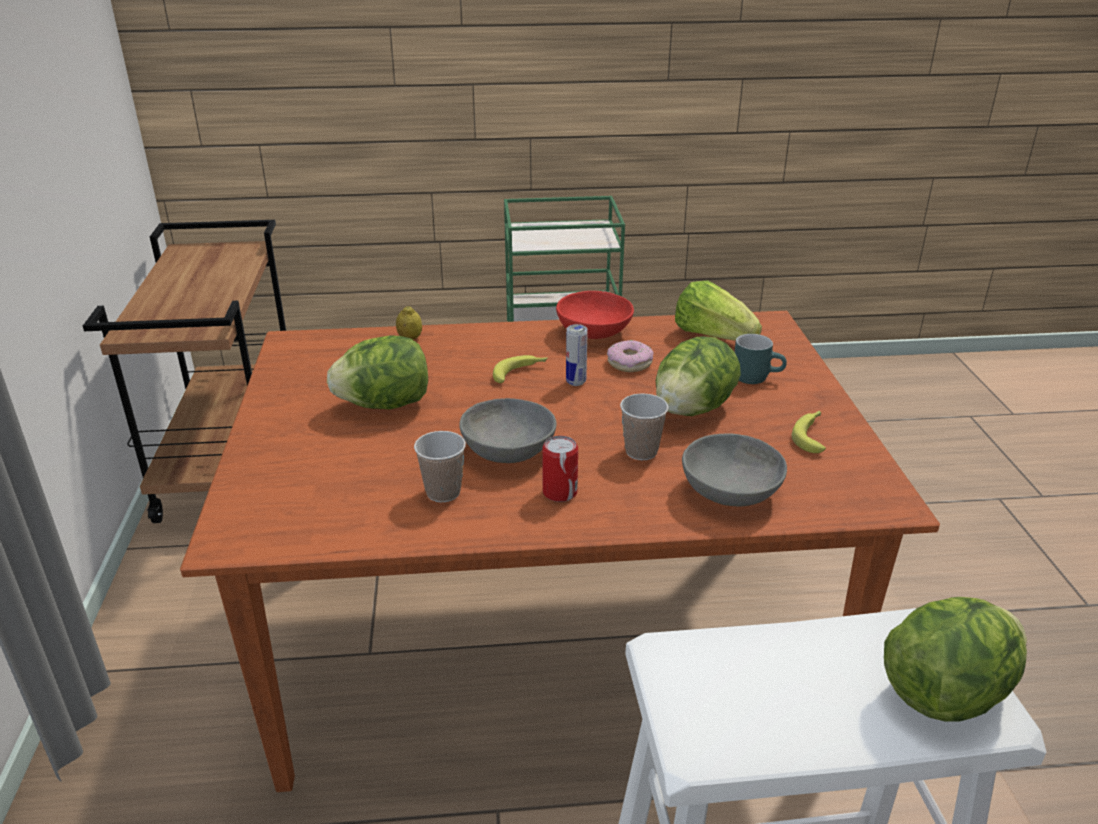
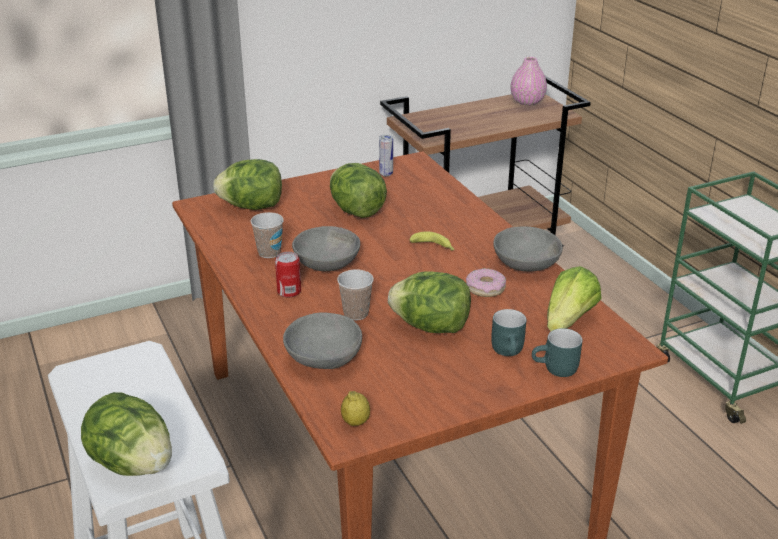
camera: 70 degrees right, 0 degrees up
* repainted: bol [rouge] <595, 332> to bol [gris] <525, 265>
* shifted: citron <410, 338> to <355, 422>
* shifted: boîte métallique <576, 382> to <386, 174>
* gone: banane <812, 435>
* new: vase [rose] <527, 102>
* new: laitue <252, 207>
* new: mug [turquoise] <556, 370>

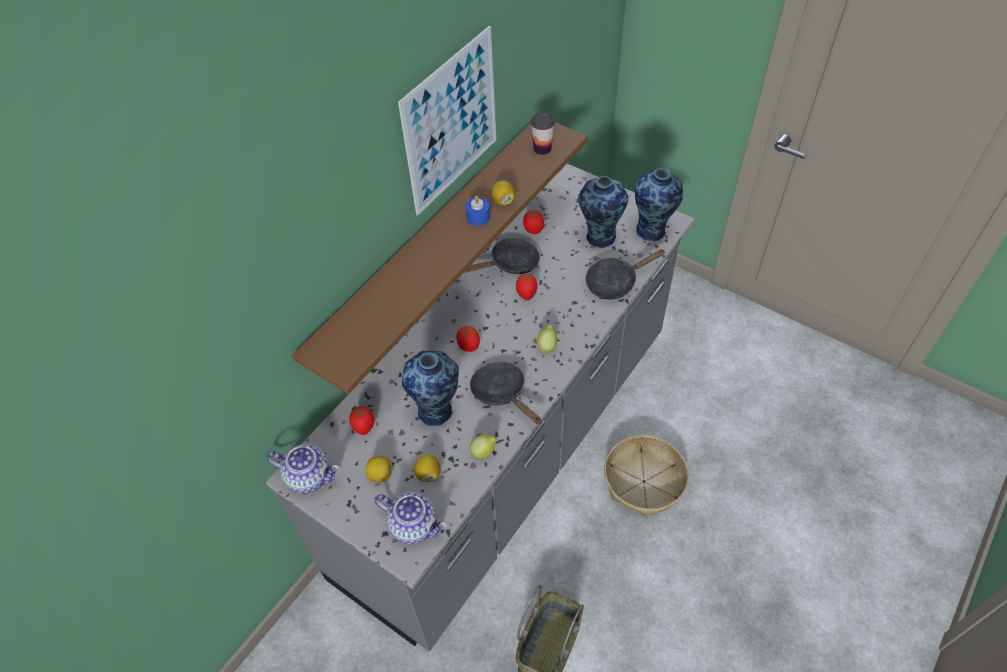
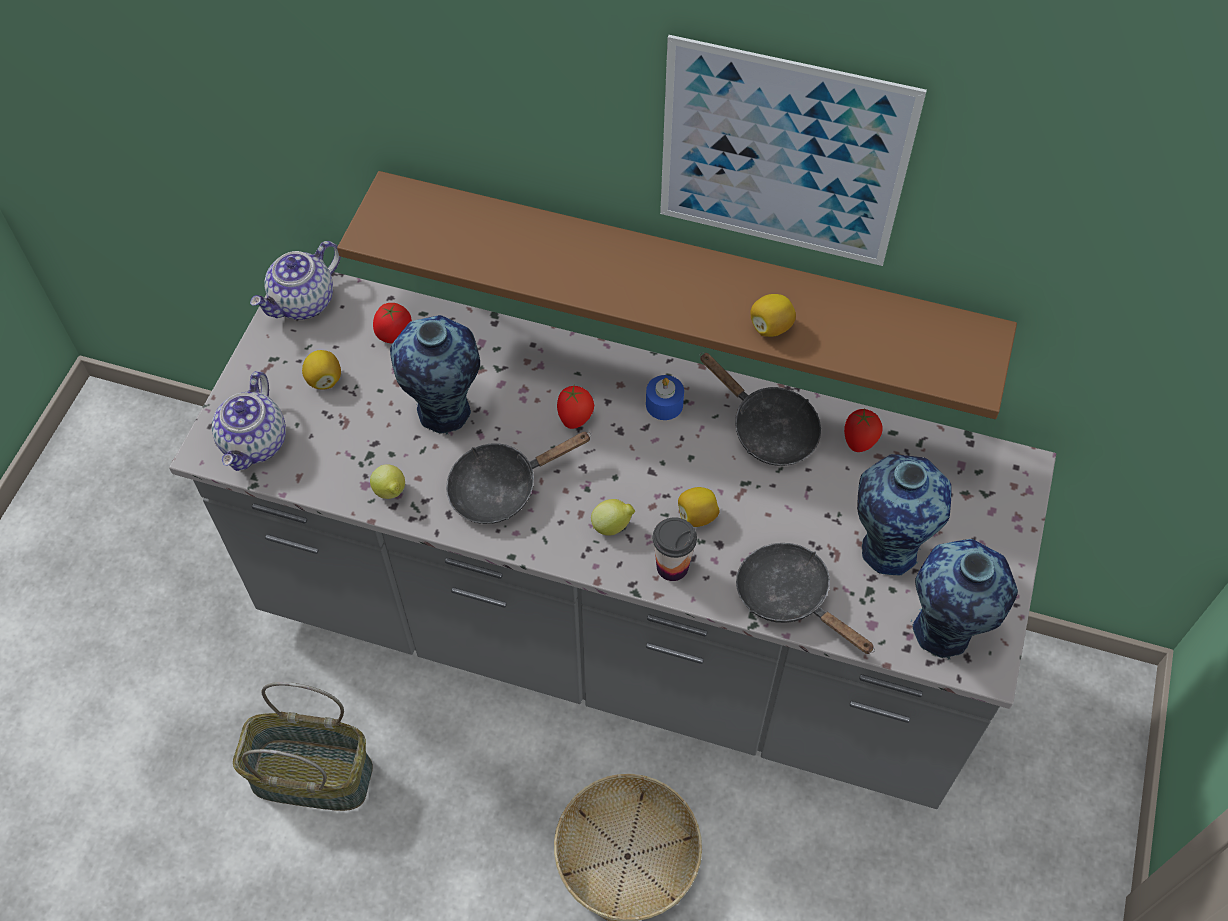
camera: 70 degrees right, 5 degrees up
* shifted: tasse <542, 148> to <672, 566>
* shifted: bougie [bleu] <478, 217> to <664, 404>
* gone: tomate <526, 294>
* rotated: poêle [noir] <502, 393> = <502, 487> 150 degrees counterclockwise
* rotated: théière <310, 476> = <303, 302> 45 degrees clockwise
* shifted: citron <428, 474> to <697, 516>

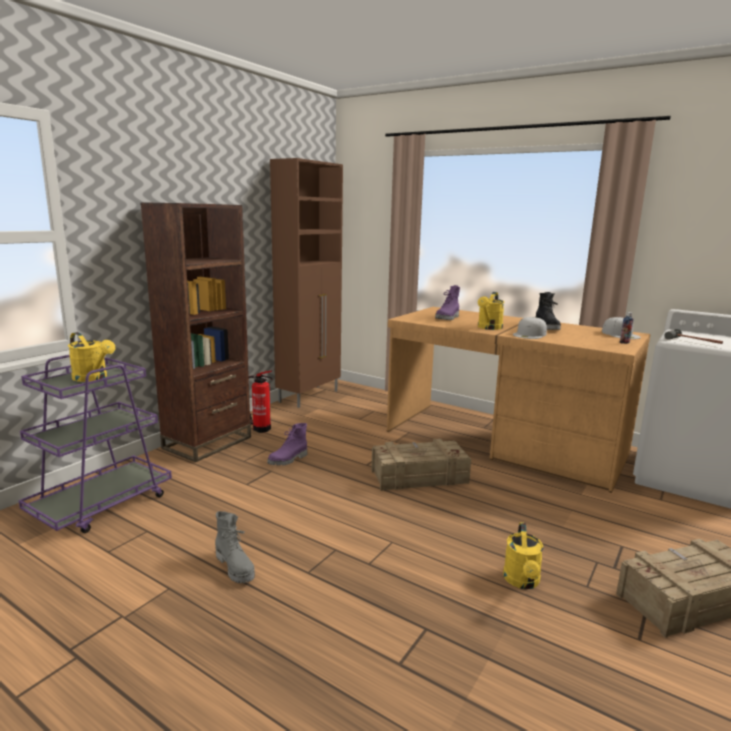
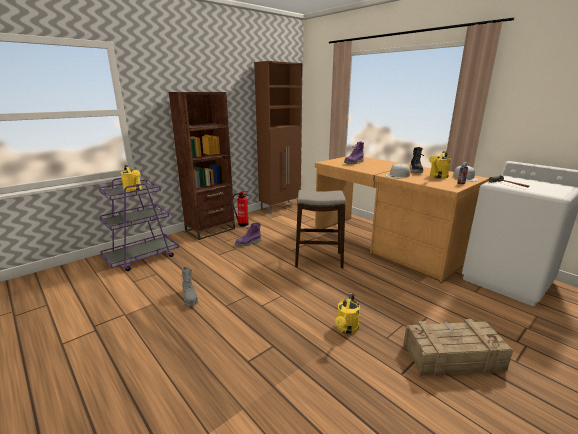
camera: 15 degrees right, 5 degrees up
* shifted: arrosoir [jaune] <488, 328> to <437, 177>
* swapped: caisse <418, 476> to tabouret <318, 260>

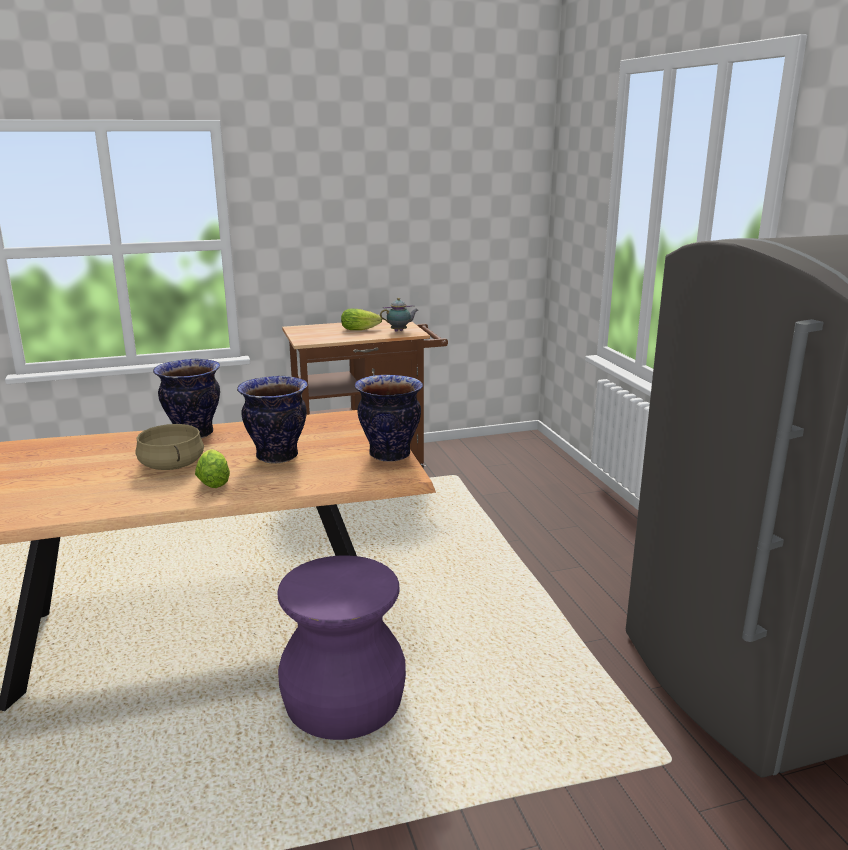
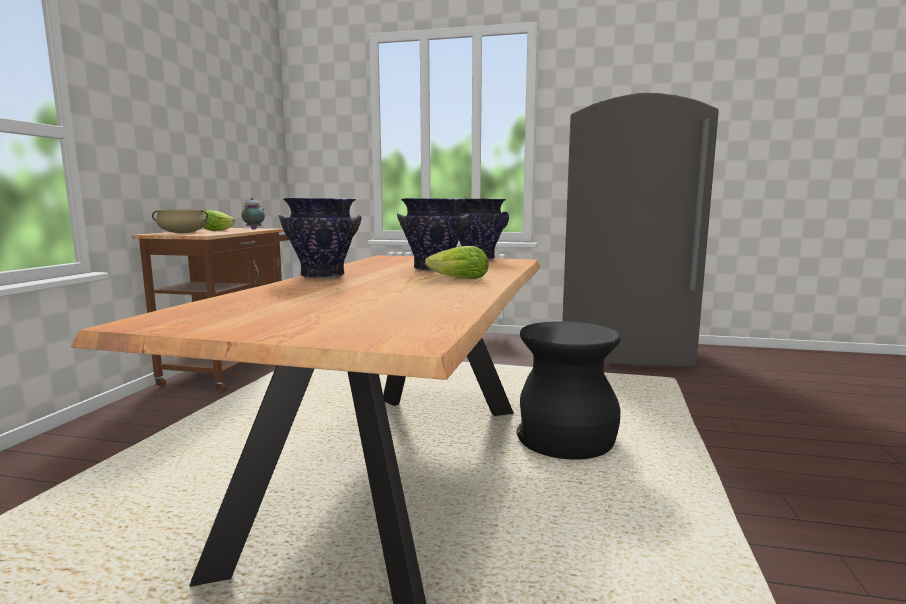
camera: 60 degrees left, 10 degrees down
* shifted: marmite [beige] <171, 465> to <182, 233>
* repainted: tabouret [violet] <343, 702> to tabouret [noir] <566, 439>

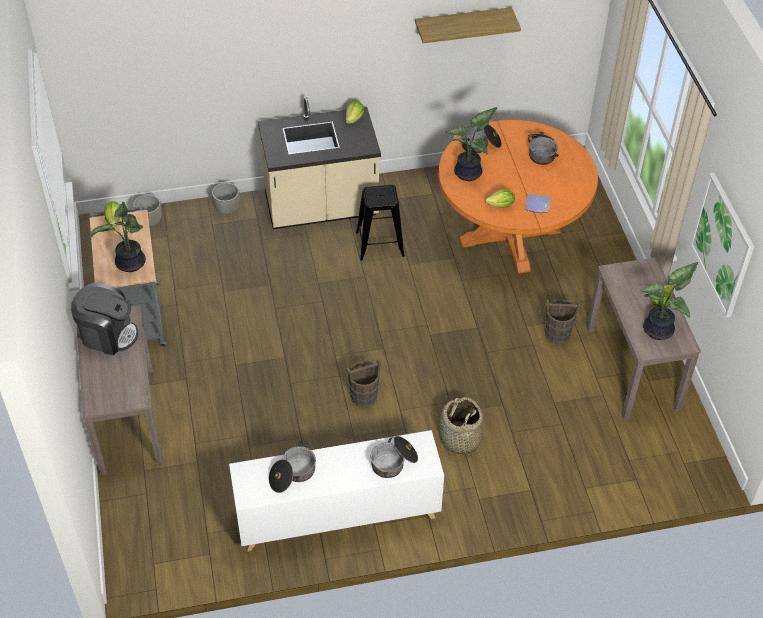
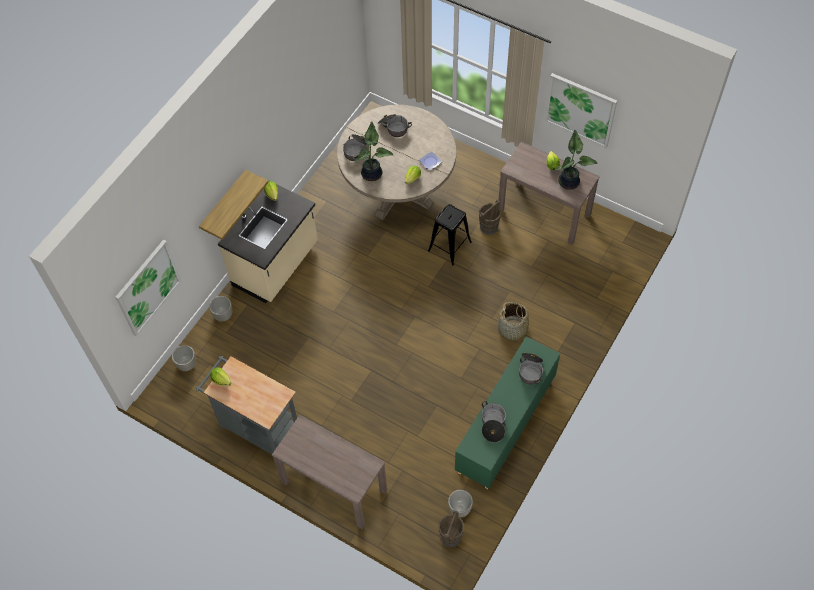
camera: 45 degrees left, 10 degrees up
* shifted: étagère <462, 24> to <224, 203>
* repainted: table à manger [orange] <510, 235> to table à manger [beige] <398, 191>
* shifted: tabouret [noir] <380, 244> to <449, 246>
* gone: plante en pot <130, 264>
* gone: machine à café <108, 334>
* shifted: seau [marron] <364, 396> to <451, 536>
* repainted: meuble de rangement [blanc] <337, 515> to meuble de rangement [vert] <505, 426>
* new: tableau <148, 287>
* new: cache-pot [gris] <459, 509>

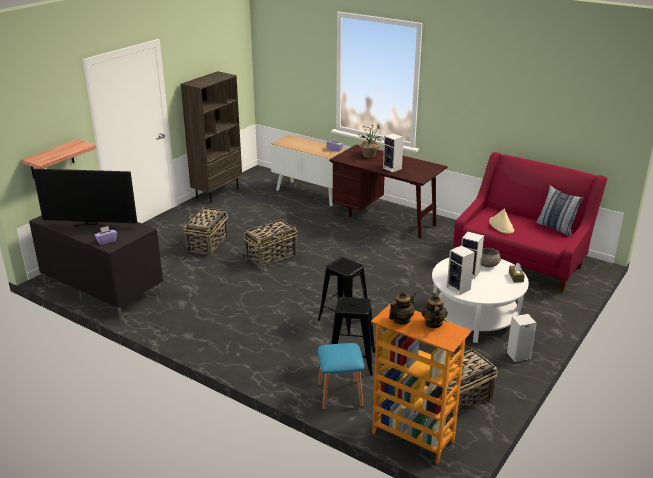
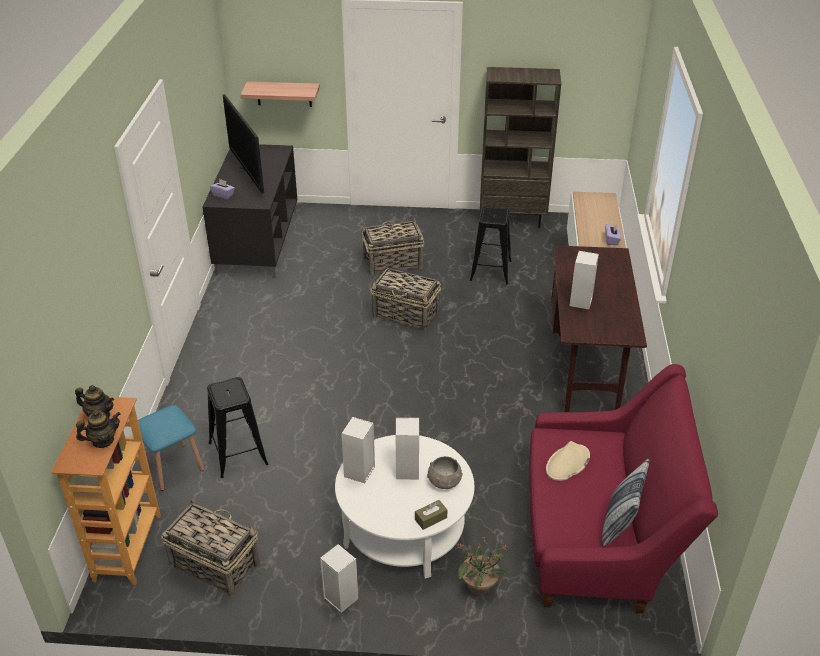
camera: 60 degrees right, 10 degrees up
* shifted: plante en pot <369, 155> to <480, 585>
* shifted: tabouret [noir] <344, 319> to <490, 270>

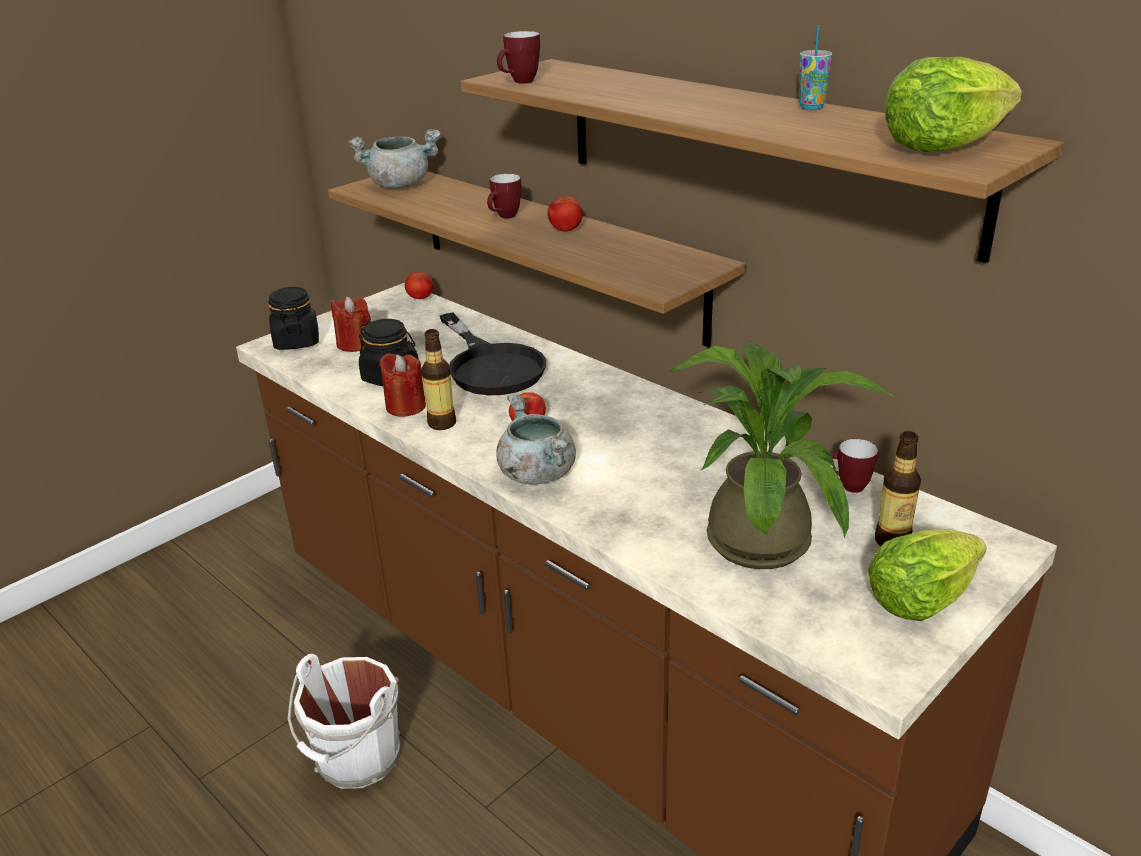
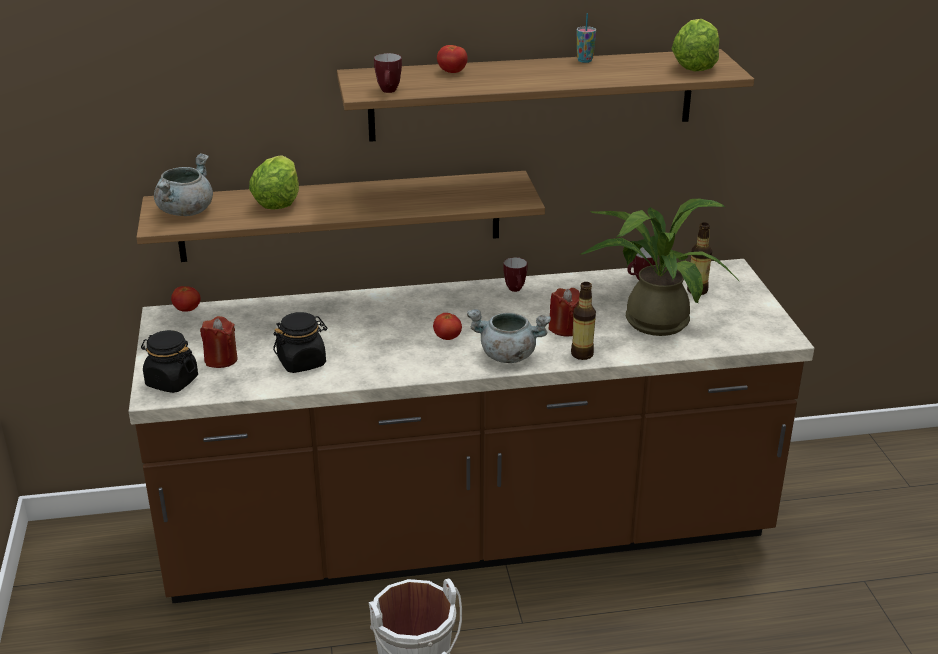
camera: 55 degrees left, 0 degrees up
* shifted: mug <504, 217> to <516, 290>
* shifted: tomate <565, 230> to <452, 72>
* gone: poêle [noir] <490, 365>
* shifted: bouteille <442, 423> to <582, 354>
* shifted: bougie [rouge] <405, 406> to <565, 328>
* shifted: laitue <919, 600> to <277, 202>

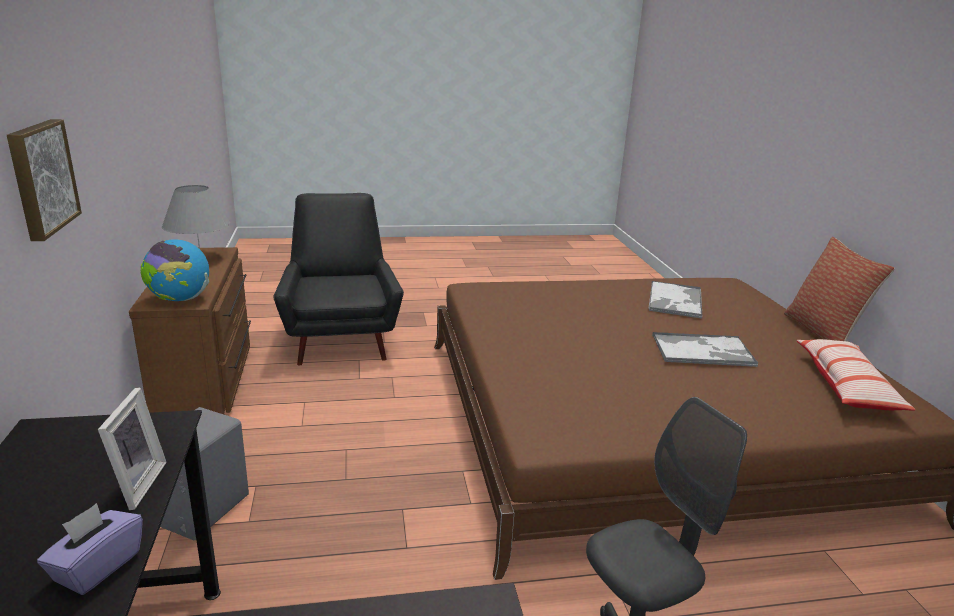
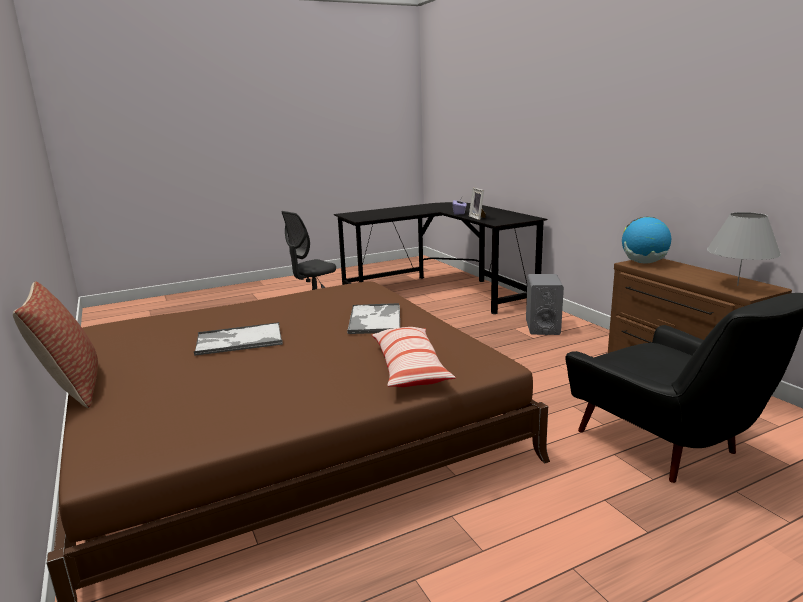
camera: 165 degrees right, 5 degrees down
* gone: tableau <41, 177>
* shifted: plateau <675, 300> to <375, 319>
* shifted: coussin <846, 386> to <409, 368>

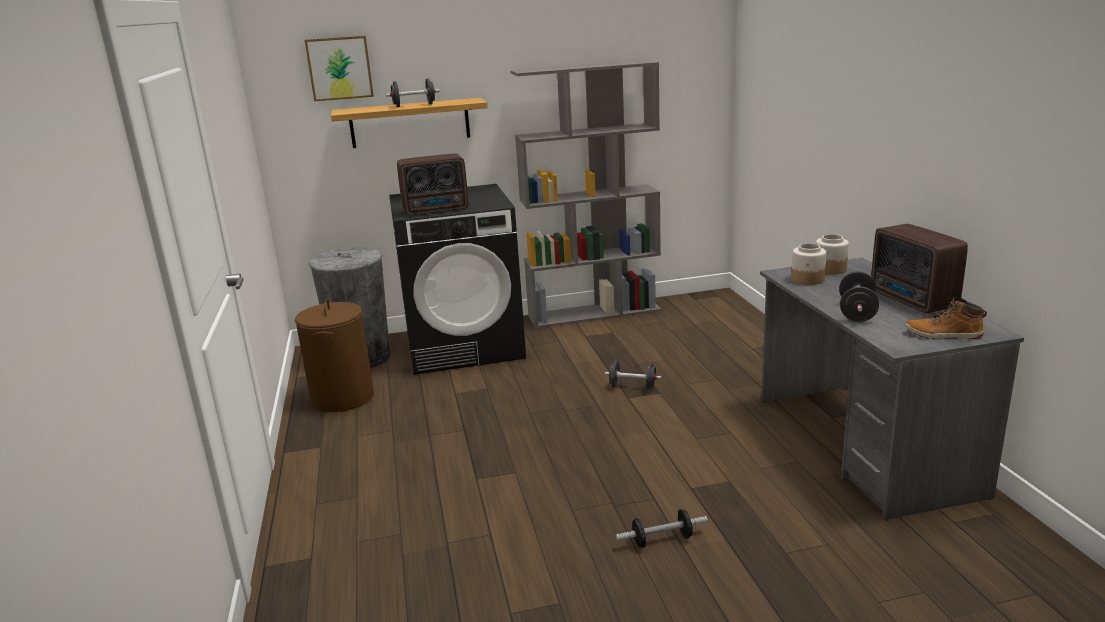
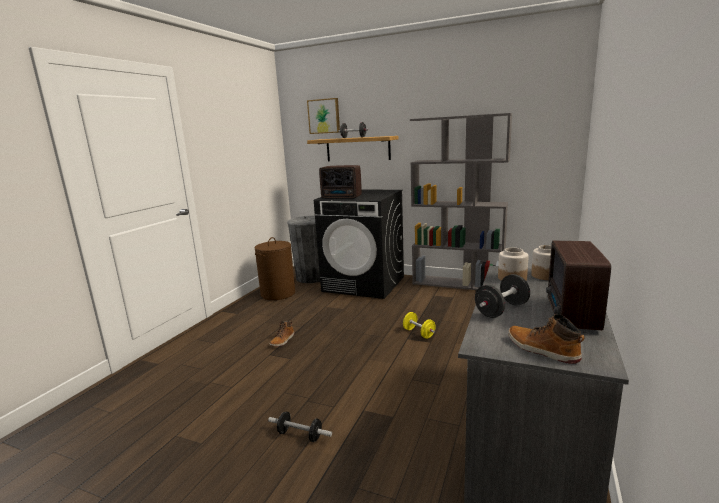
camera: 35 degrees right, 5 degrees down
* repainted: haltère [noir] <633, 387> to haltère [jaune] <419, 333>
* new: botte <283, 340>

